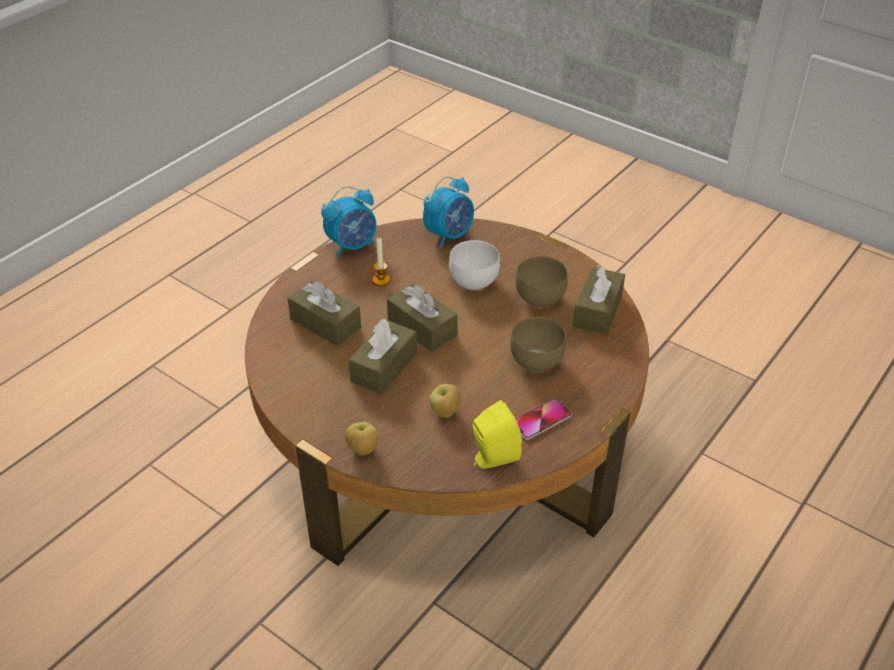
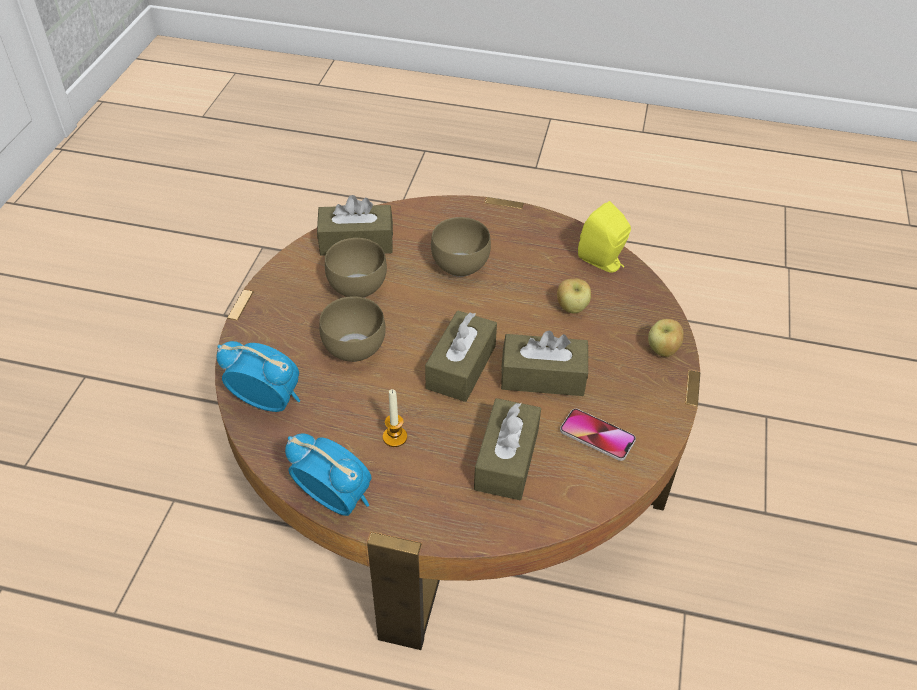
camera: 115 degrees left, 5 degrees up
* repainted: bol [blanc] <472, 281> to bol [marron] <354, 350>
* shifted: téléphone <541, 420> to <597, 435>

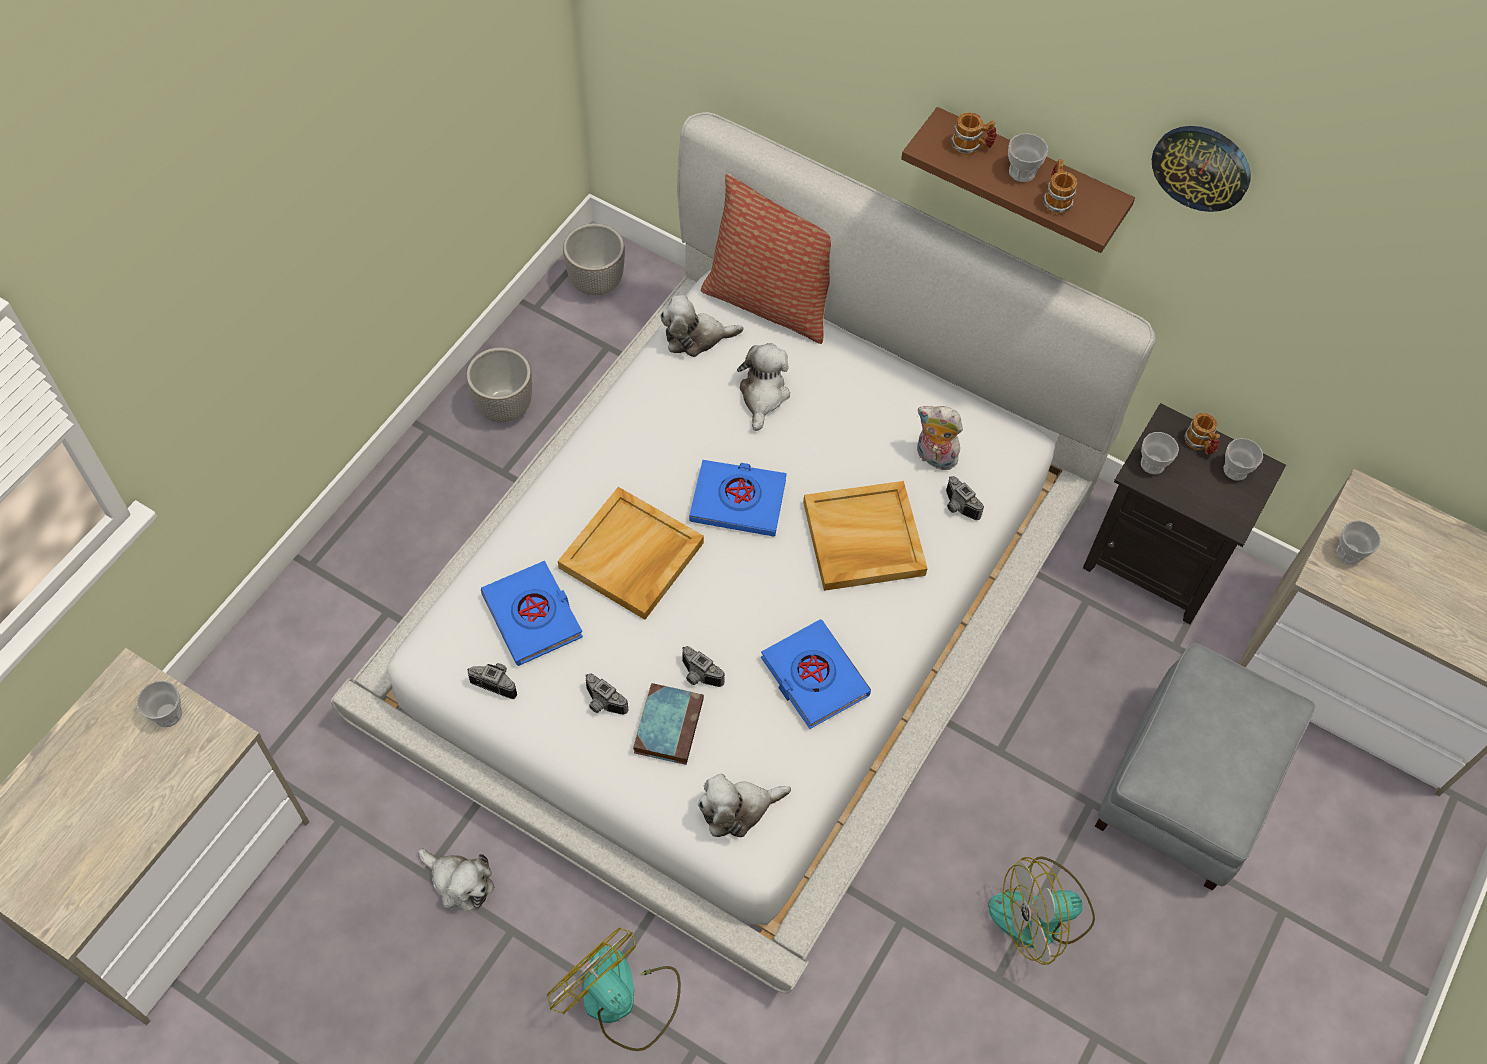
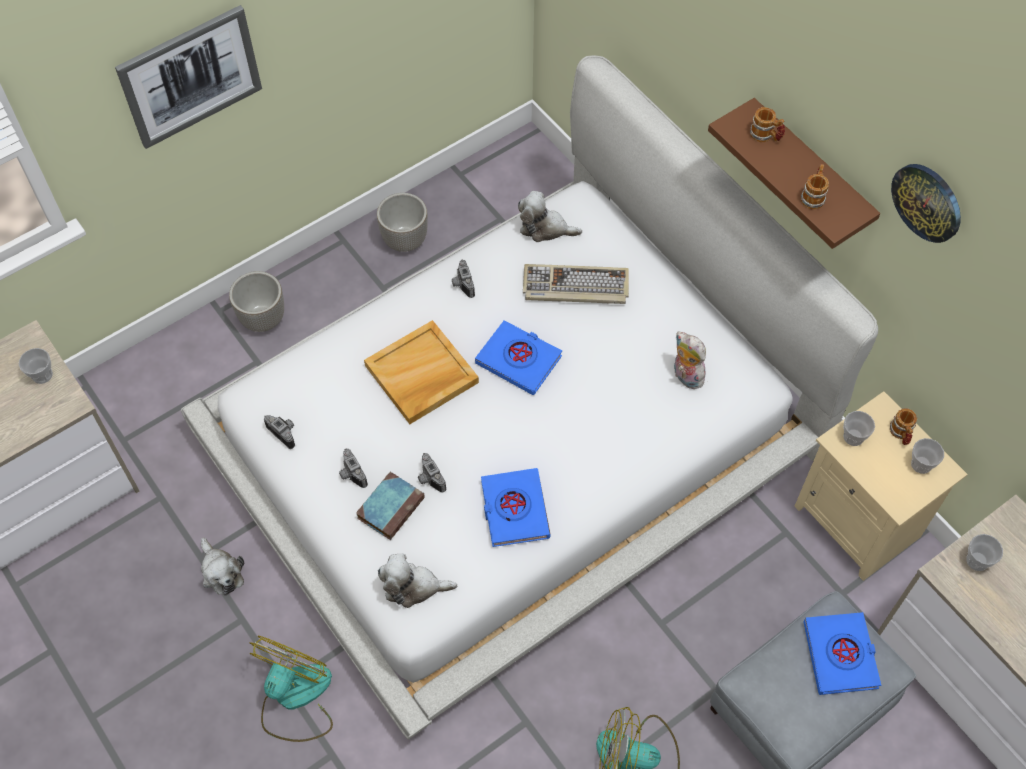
camera: 25 degrees right, 0 degrees up
* gone: tasse <1022, 172>
* gone: coussin <771, 301>
* shifted: cache-pot <596, 282> to <263, 318>
* swapped: peluche <763, 395> to clavier <574, 287>
* repainted: table de chevet [noir] <1158, 561> to table de chevet [beige] <859, 521>
* shifted: appareil photo <957, 507> to <461, 284>
* gone: plateau [beige] <862, 539>
* shifted: livre [bleu] <533, 616> to <840, 655>
* rotated: ventilateur <620, 1000> = <295, 698> 45 degrees clockwise
* new: tableau <190, 76>

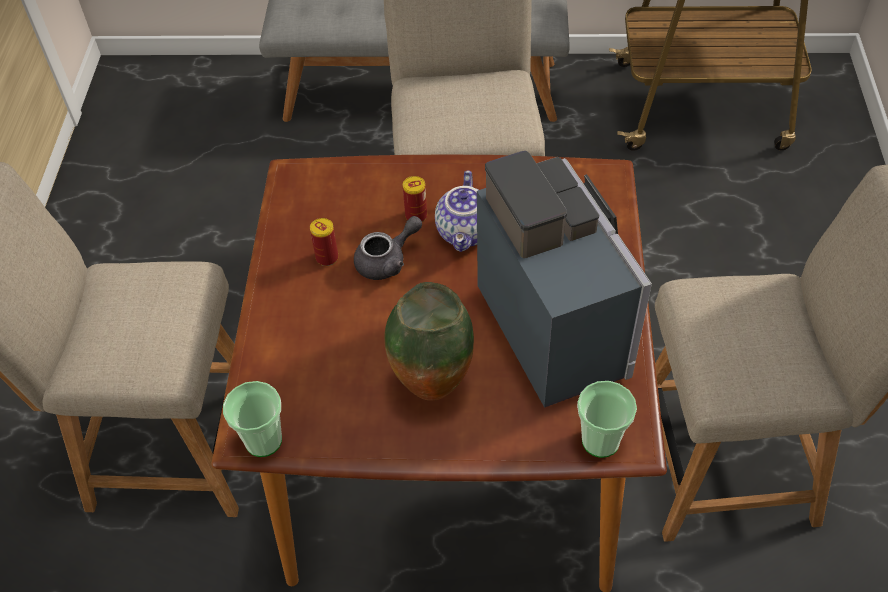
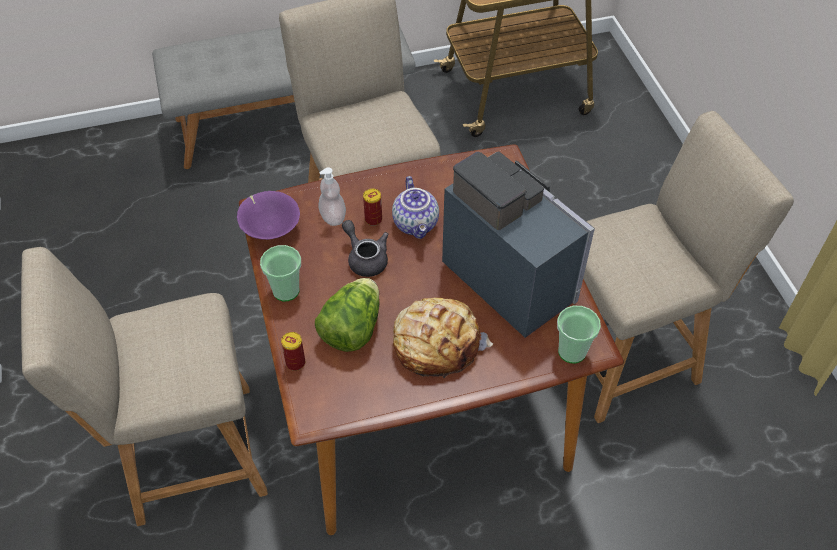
camera: 20 degrees left, 0 degrees up
* rotated: théière [gris] <387, 261> = <365, 258> 75 degrees counterclockwise
* shifted: boîte métallique <327, 258> to <295, 363>
* swapped: vase <431, 386> to pain <436, 343>
* shifted: tasse <263, 440> to <286, 290>
* new: distributeur de savon <333, 217>
* new: bol [violet] <270, 228>
* new: laitue <352, 329>

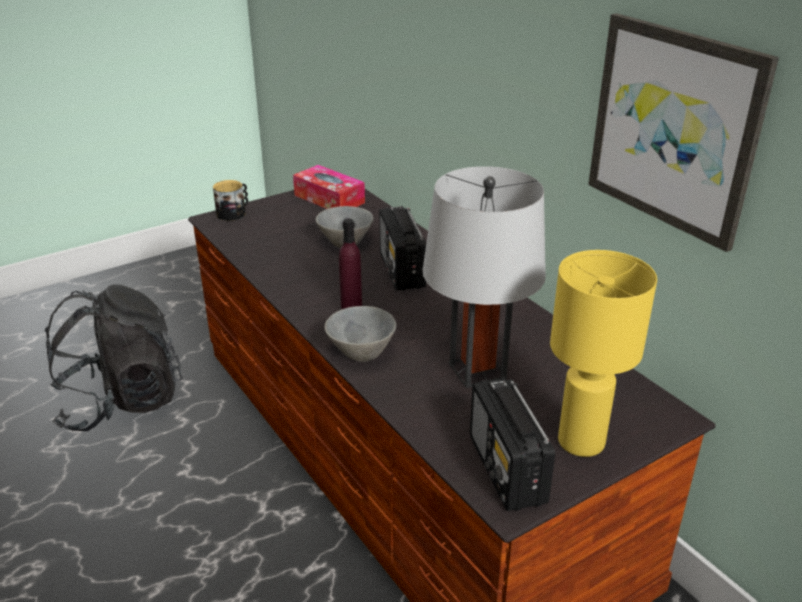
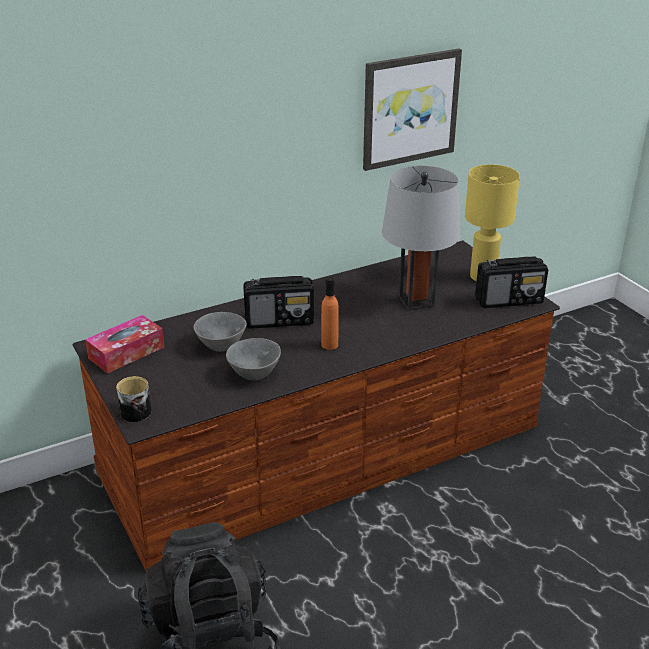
camera: 85 degrees left, 0 degrees up
* repainted: bouteille [violet] <351, 305> to bouteille [orange] <329, 345>
* shifted: bol [gris] <363, 351> to <253, 373>

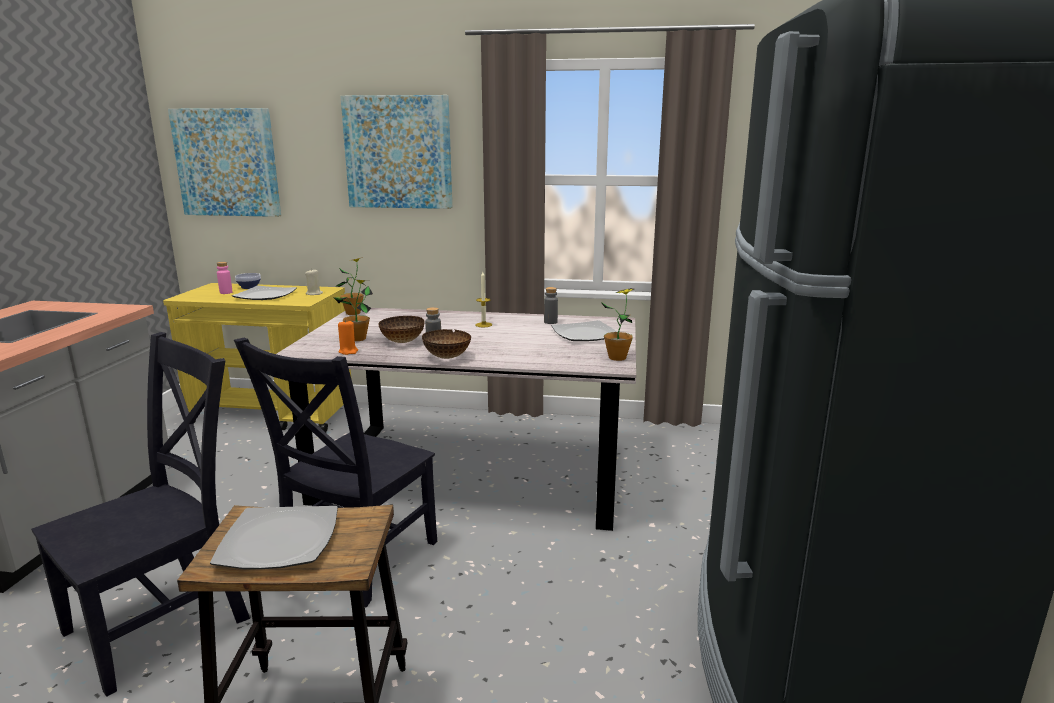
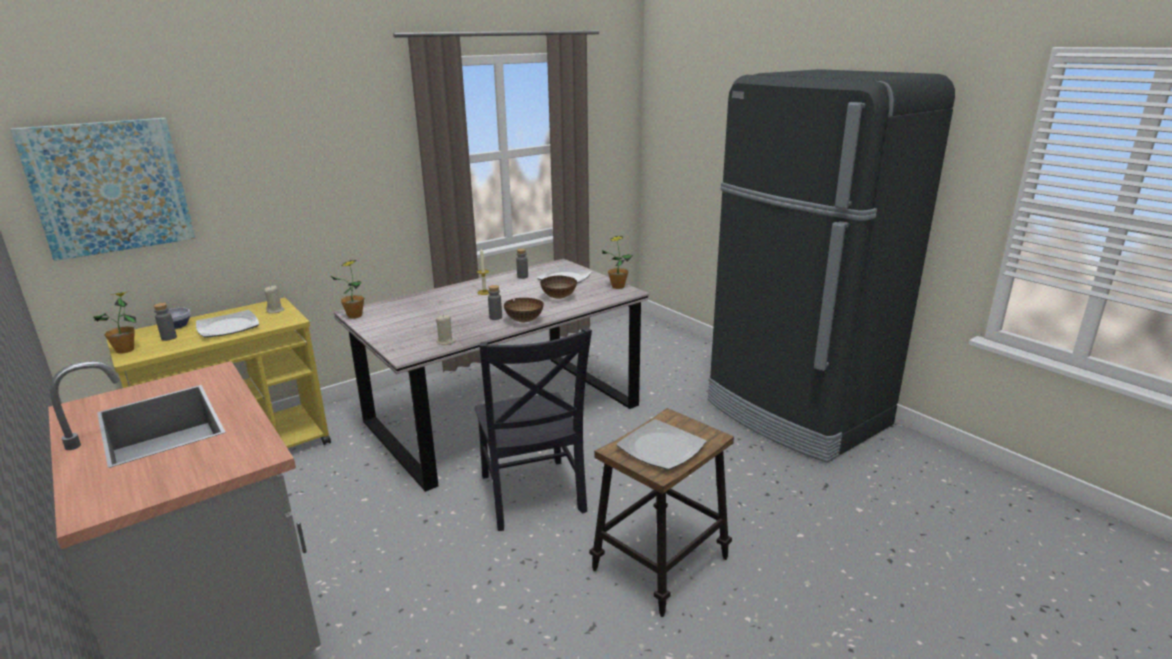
camera: 45 degrees left, 5 degrees up
* gone: tableau <398, 152>
* repainted: bouteille [rose] <226, 292> to bouteille [gris] <169, 338>
* shifted: plante en pot <357, 339> to <125, 350>
* shifted: bol <402, 342> to <558, 297>
* repainted: bougie [orange] <348, 351> to bougie [beige] <446, 342>
* gone: chaise [noir] <165, 621>

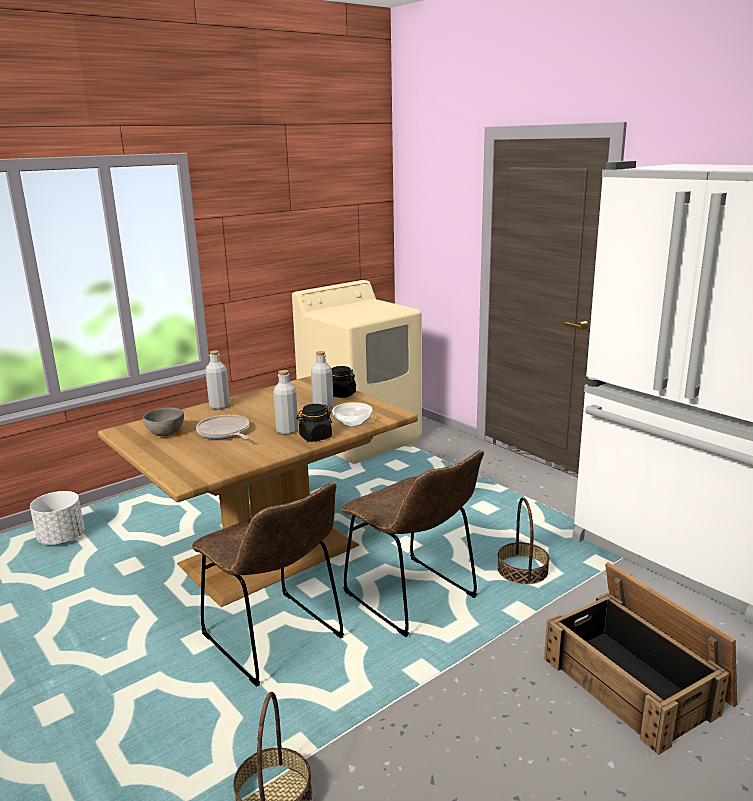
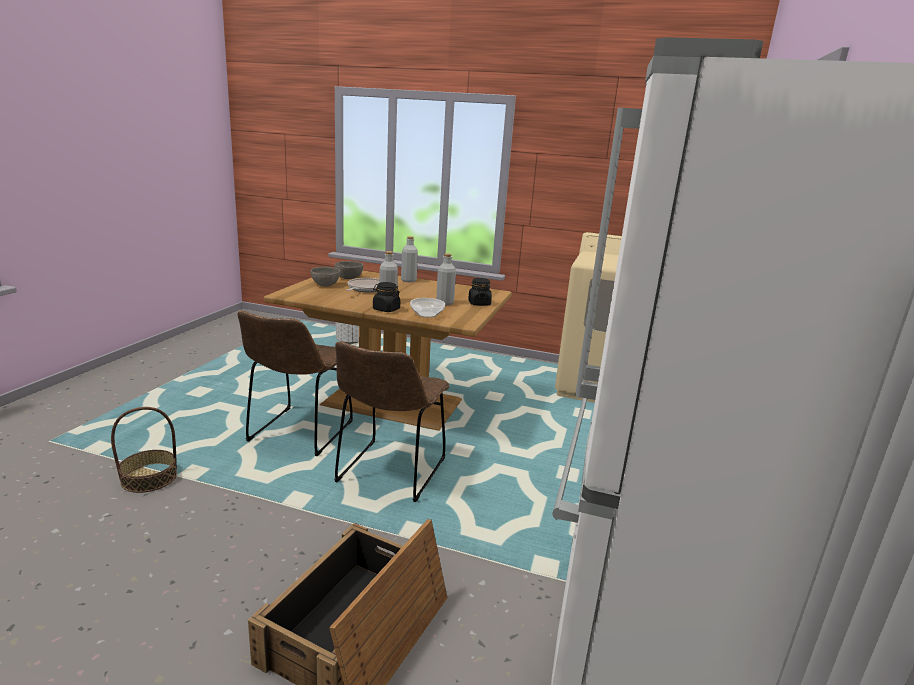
camera: 55 degrees right, 0 degrees up
* gone: panier <522, 571>
* new: bol [gris] <325, 285>

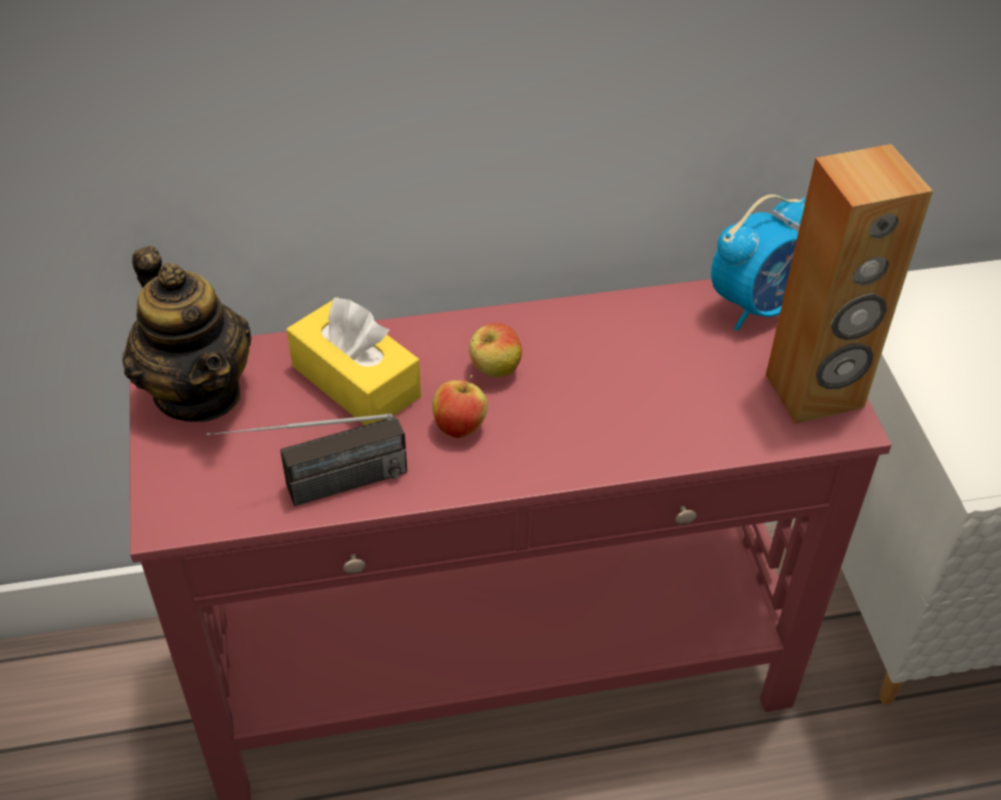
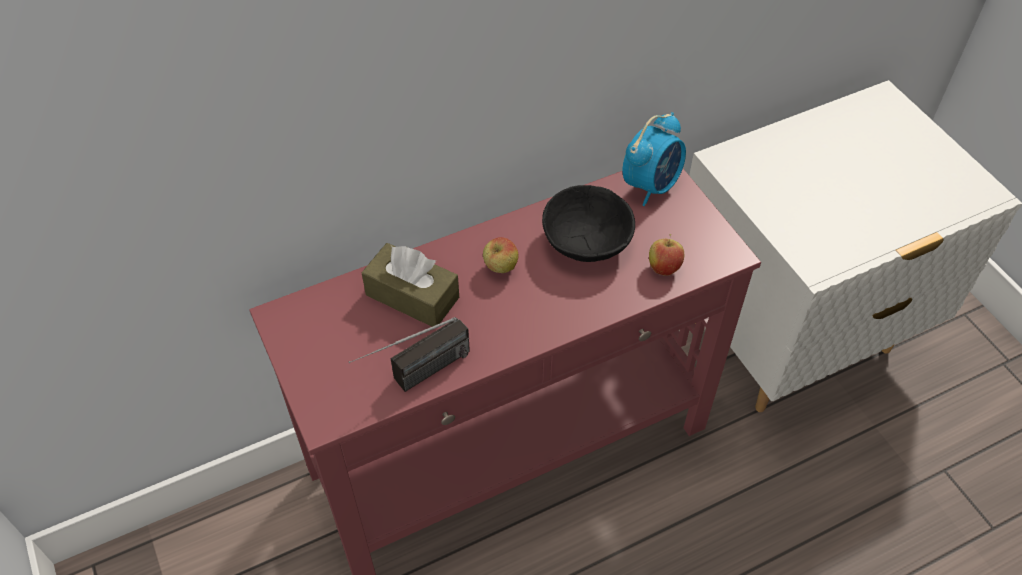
camera: 15 degrees left, 5 degrees up
* gone: enceinte [marron] <815, 392>
* gone: théière <199, 392>
* repainted: boîte à mouchoirs [jaune] <356, 381> to boîte à mouchoirs [marron] <412, 296>
* shifted: pomme <460, 427> to <664, 268>
* new: bol [noir] <586, 240>

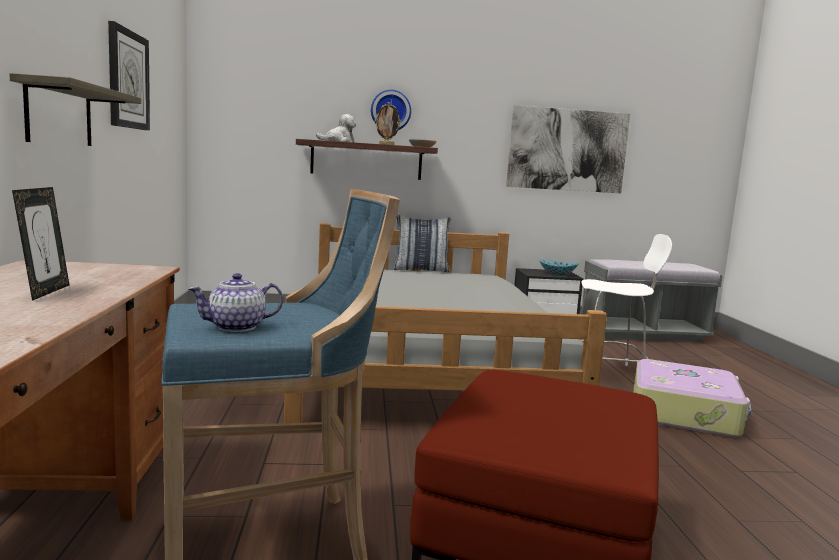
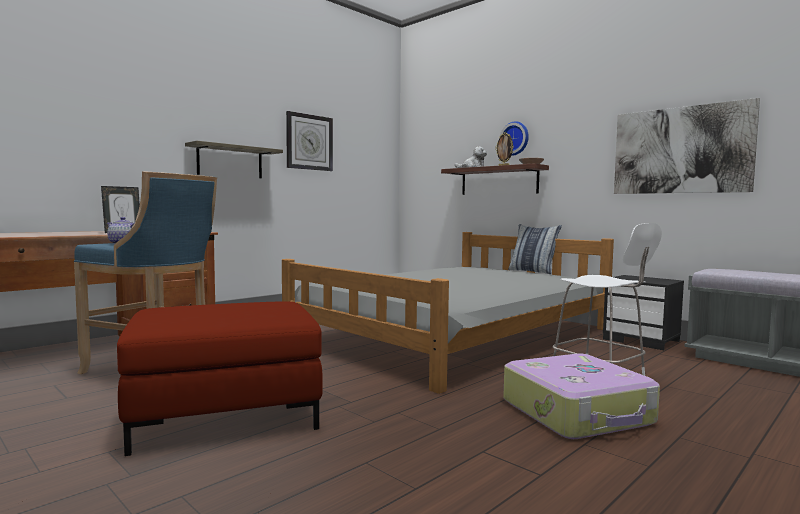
camera: 50 degrees right, 5 degrees down
* gone: bol <557, 274>

